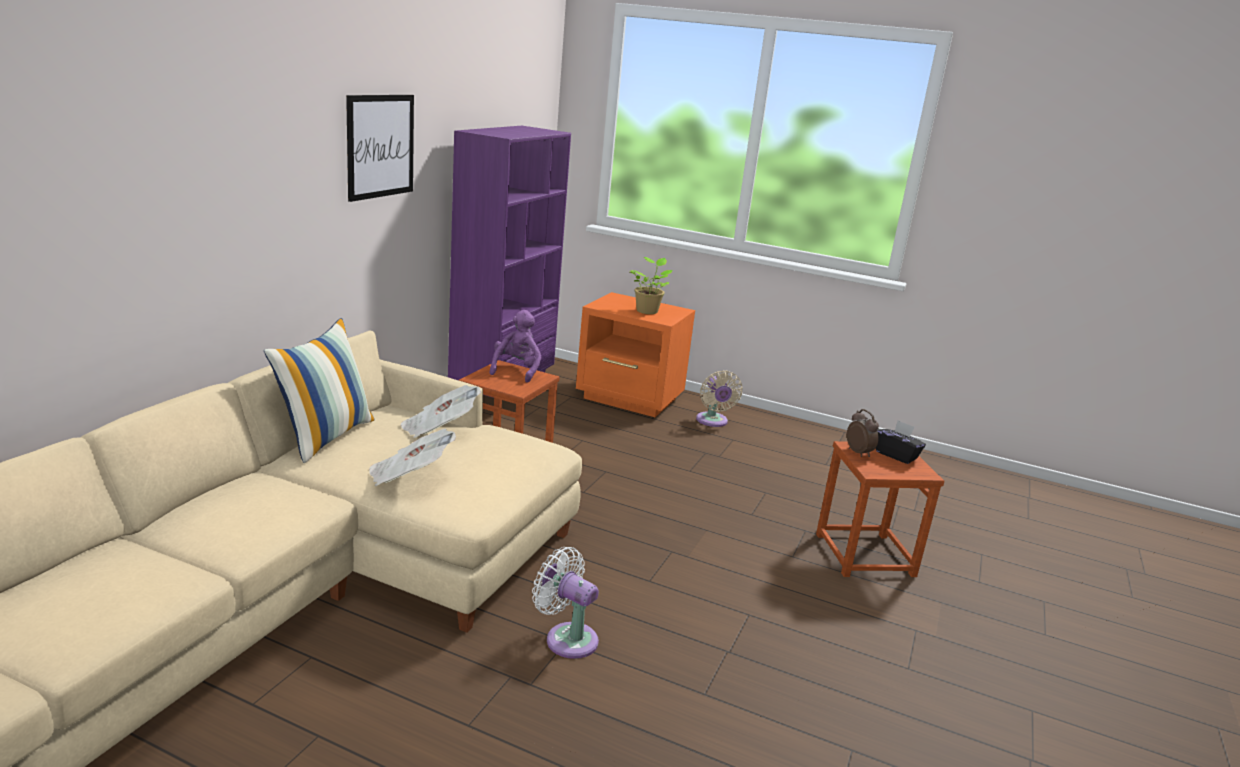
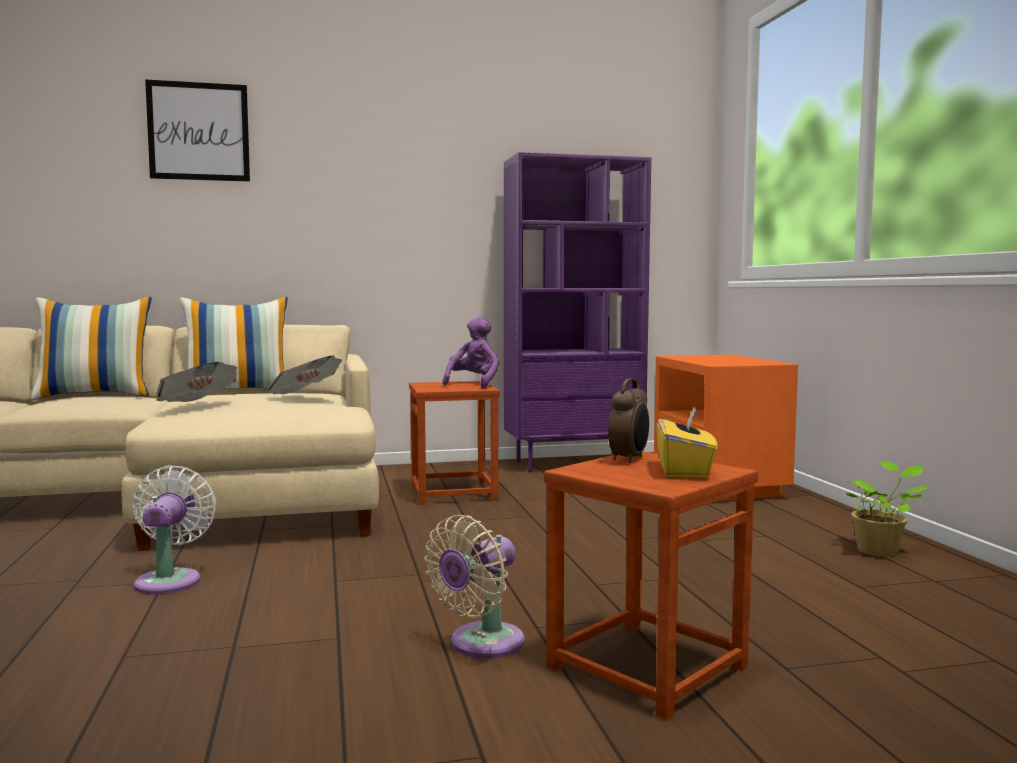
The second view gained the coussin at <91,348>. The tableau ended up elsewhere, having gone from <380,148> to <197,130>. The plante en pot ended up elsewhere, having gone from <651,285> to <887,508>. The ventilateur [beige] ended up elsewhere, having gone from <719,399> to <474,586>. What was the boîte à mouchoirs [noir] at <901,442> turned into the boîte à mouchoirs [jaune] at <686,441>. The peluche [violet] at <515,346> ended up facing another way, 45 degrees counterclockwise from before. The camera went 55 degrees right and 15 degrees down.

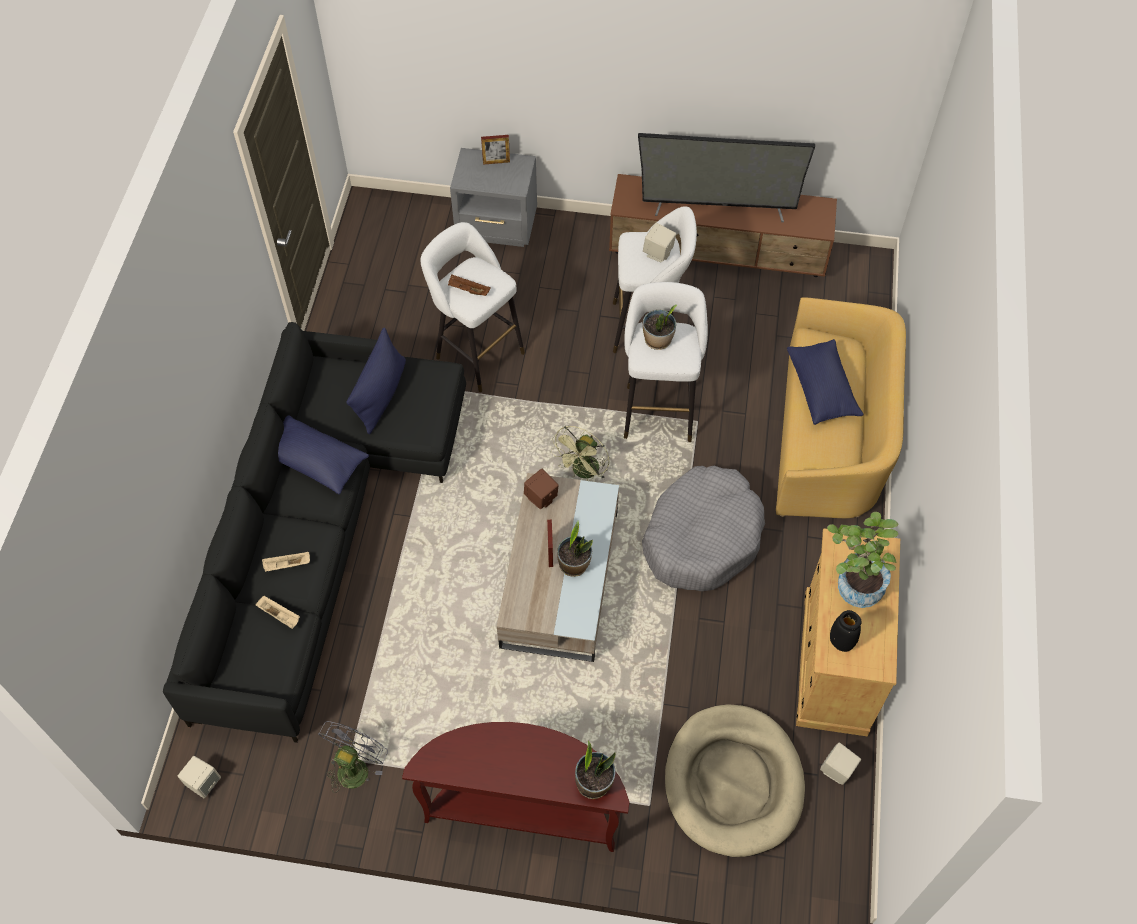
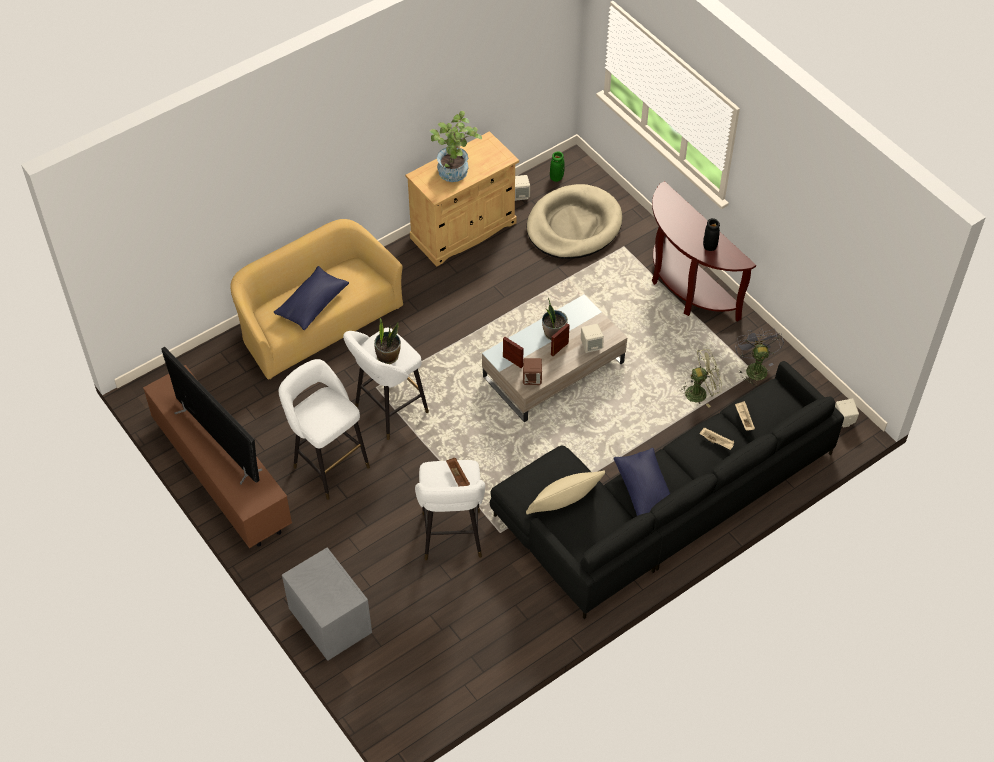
The second view lost the plante en pot at <595,770>. The second view lost the panier pour chien [gris] at <703,528>. The second view gained the vase [vert] at <557,167>. The cadre photo ended up elsewhere, having gone from <495,150> to <513,352>. The ventilateur [vert] ended up elsewhere, having gone from <580,453> to <701,378>. The enceinte [beige] ended up elsewhere, having gone from <659,243> to <592,338>. The vase [noir] ended up elsewhere, having gone from <845,631> to <711,234>. What was the coussin [bleu] at <376,381> turned into the coussin [beige] at <565,493>. The ventilateur [gris] at <353,757> ended up facing another way, 105 degrees clockwise from before. The camera went 135 degrees left and 5 degrees down.

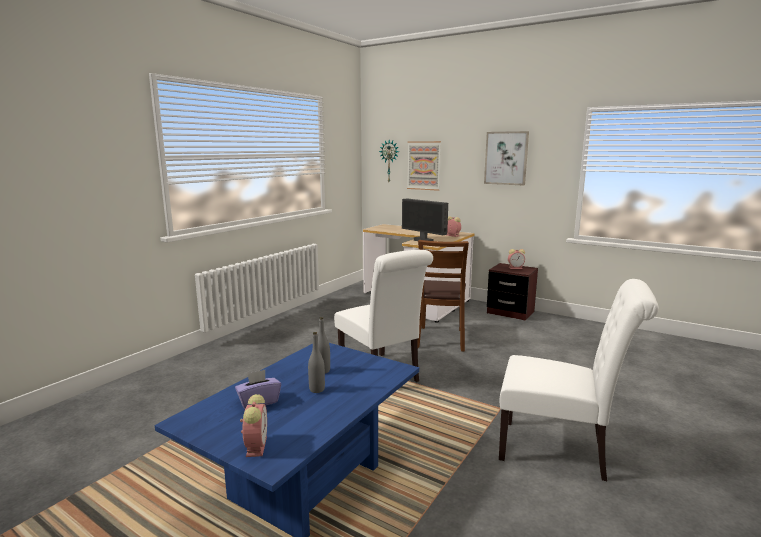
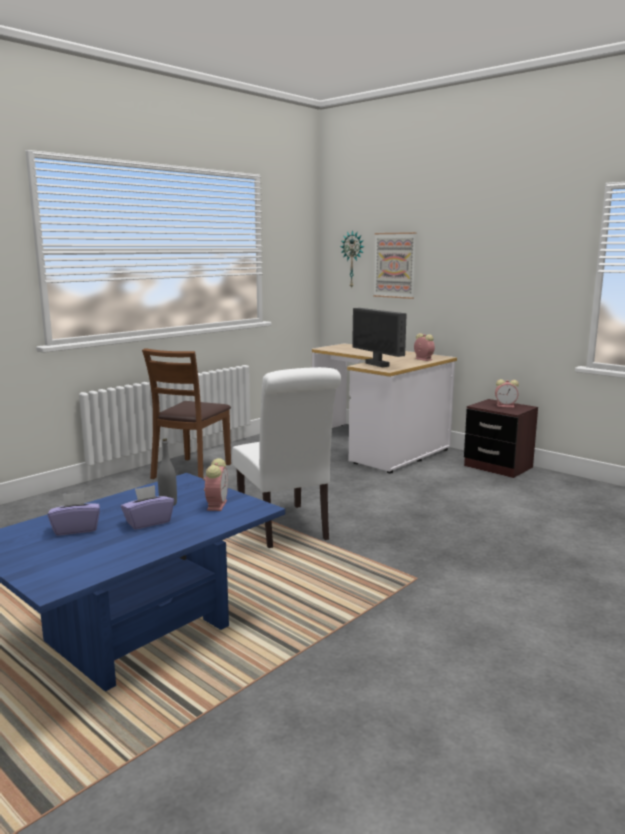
The second view lost the tableau at <506,158>. The second view lost the chaise [blanc] at <579,380>. The réveil ended up elsewhere, having gone from <253,425> to <215,484>. The chaise [marron] ended up elsewhere, having gone from <443,295> to <186,413>. Where the bouteille [gris] stood at <316,362>, the boîte à mouchoirs [violet] came to stand at <147,507>. The camera went 10 degrees right and 0 degrees up.

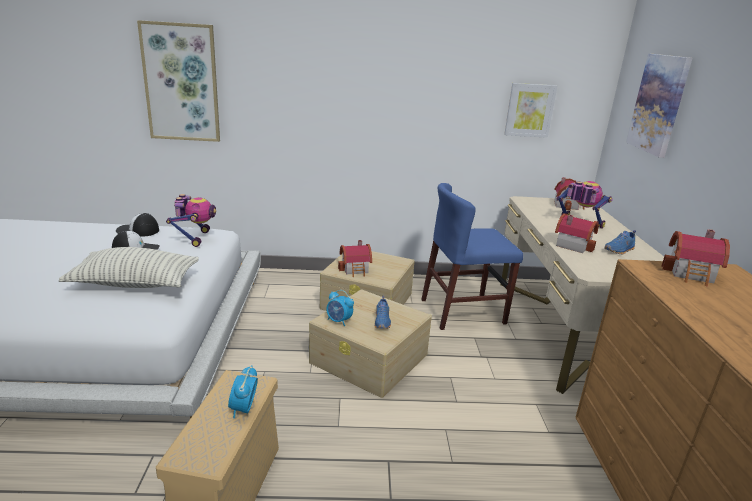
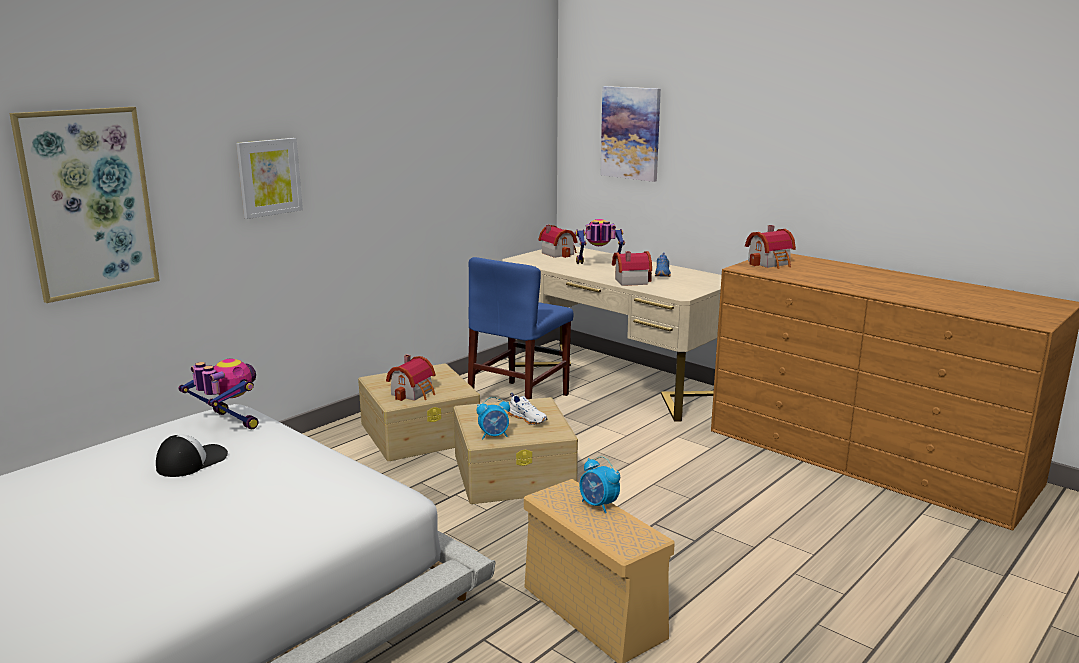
The second view lost the coussin at <129,267>. The second view lost the casquette at <137,225>. The tableau ended up elsewhere, having gone from <530,110> to <269,178>. What was the chaussure [bleu] at <382,312> turned into the chaussure [blanc] at <527,409>. The camera went 45 degrees left and 5 degrees down.

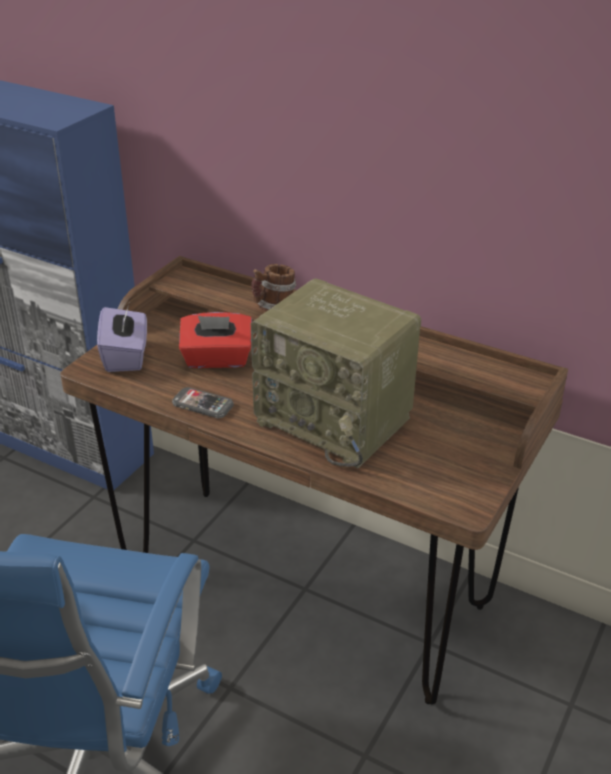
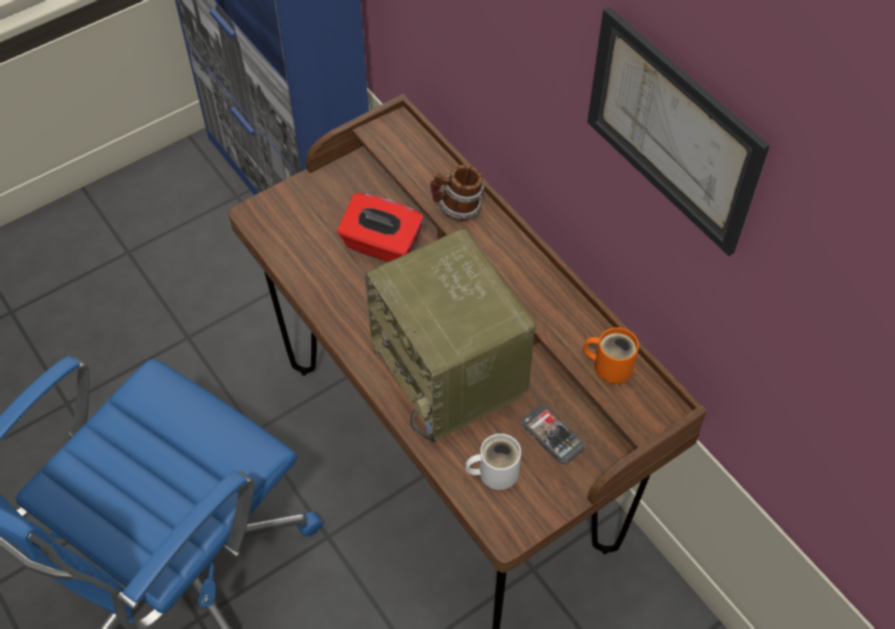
The second view lost the boîte à mouchoirs [violet] at <122,338>. The second view gained the mug [blanc] at <493,462>. The second view gained the mug [orange] at <611,355>. The second view gained the tableau at <678,131>. The téléphone ended up elsewhere, having gone from <203,402> to <553,434>. The camera went 25 degrees right and 20 degrees up.

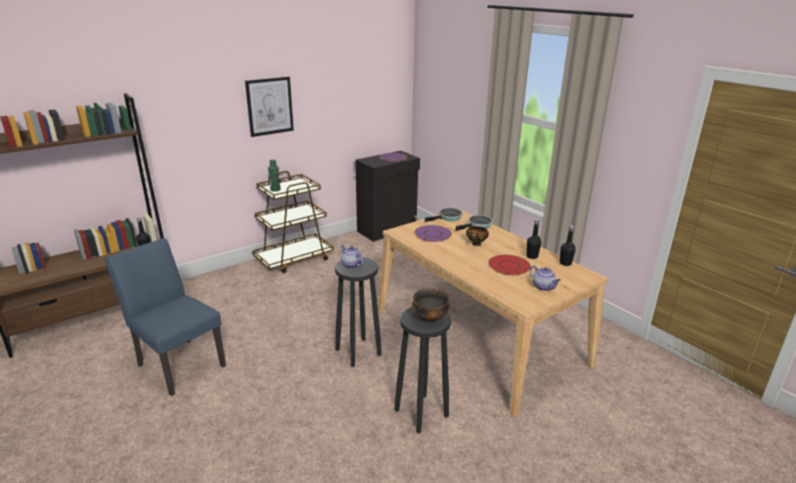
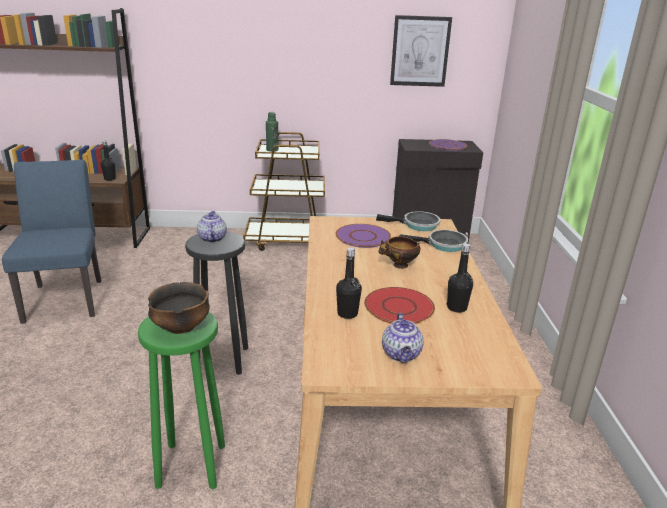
The tableau ended up elsewhere, having gone from <269,106> to <421,51>. The bouteille [noir] ended up elsewhere, having gone from <568,245> to <349,283>. What was the tabouret [noir] at <423,370> turned into the tabouret [vert] at <181,400>. The camera went 35 degrees right and 0 degrees up.

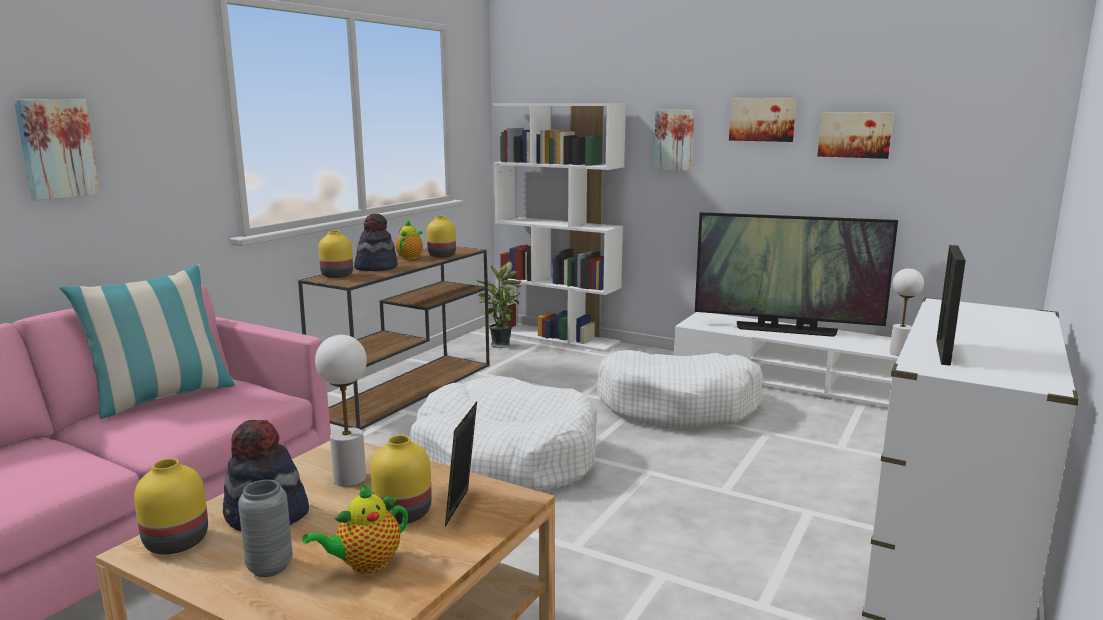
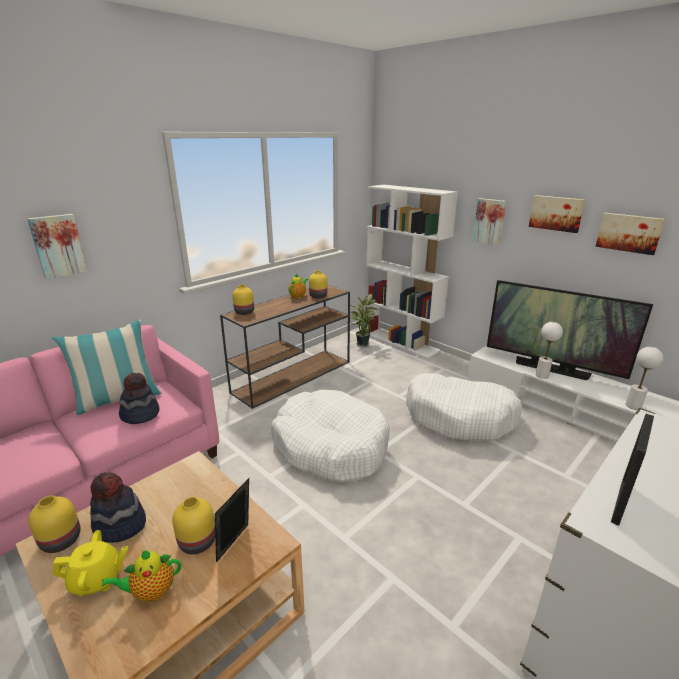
The lampe de table [blanc] ended up elsewhere, having gone from <341,410> to <549,350>. The chapeau ended up elsewhere, having gone from <376,242> to <139,398>. Where the vase [gris] stood at <265,528>, the théière [jaune] came to stand at <90,563>. The camera went 15 degrees right and 10 degrees up.

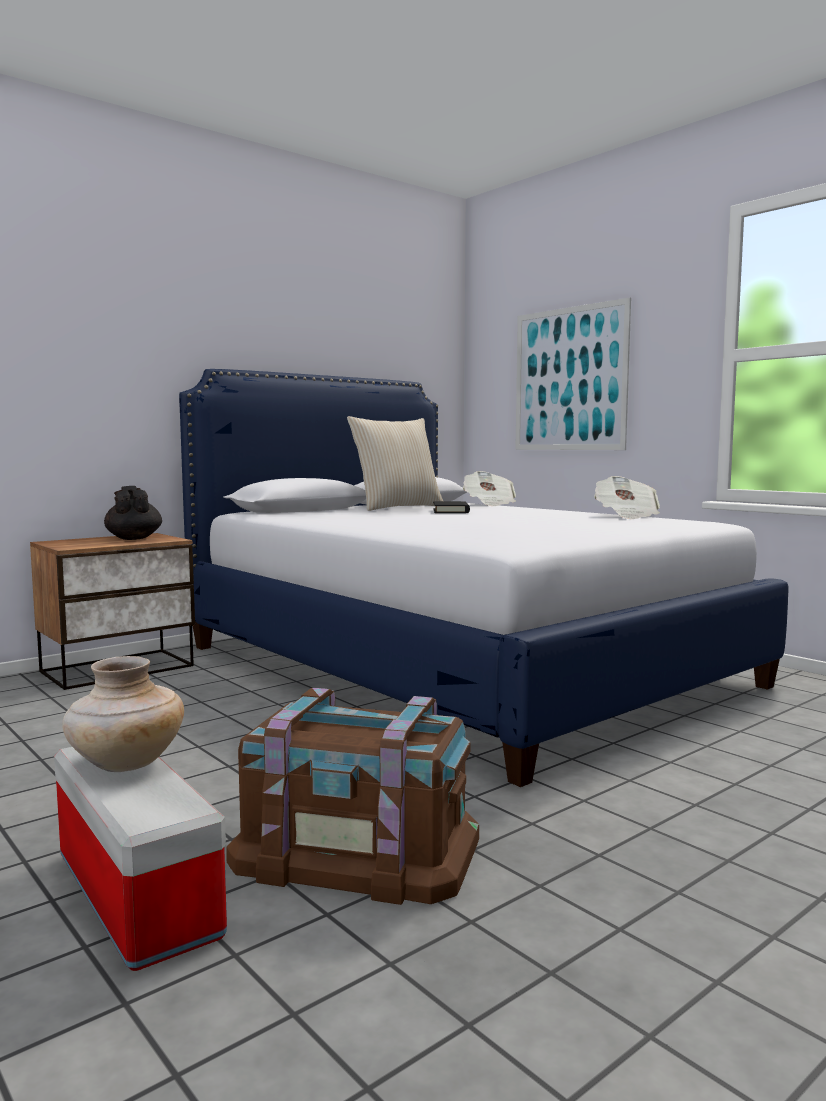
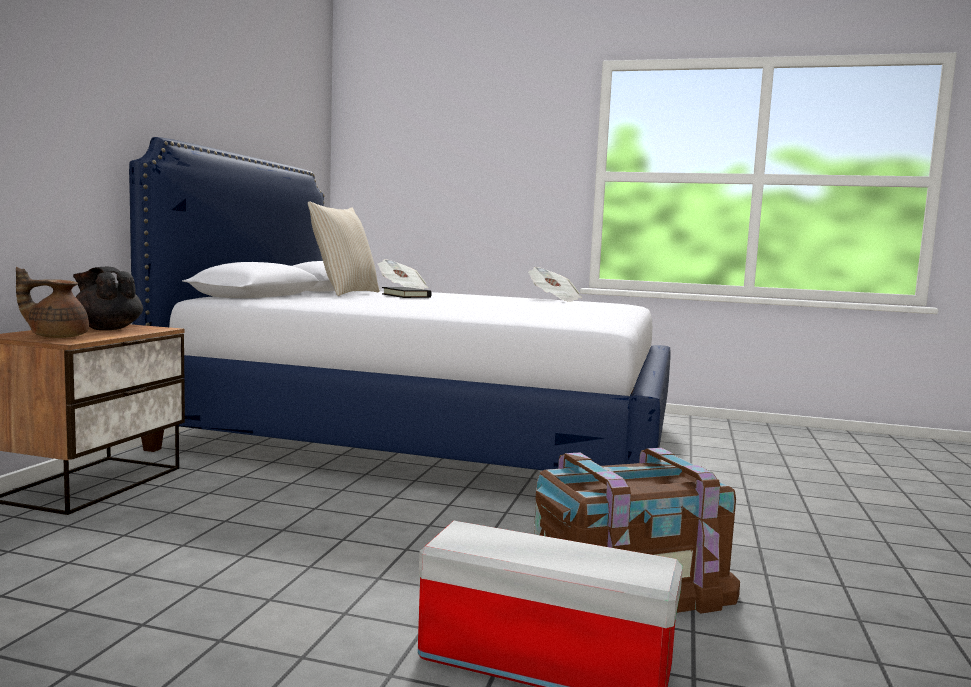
The second view lost the vase [beige] at <123,714>. The second view lost the tableau at <573,373>. The second view gained the théière [marron] at <52,302>. The camera went 35 degrees left and 0 degrees up.

